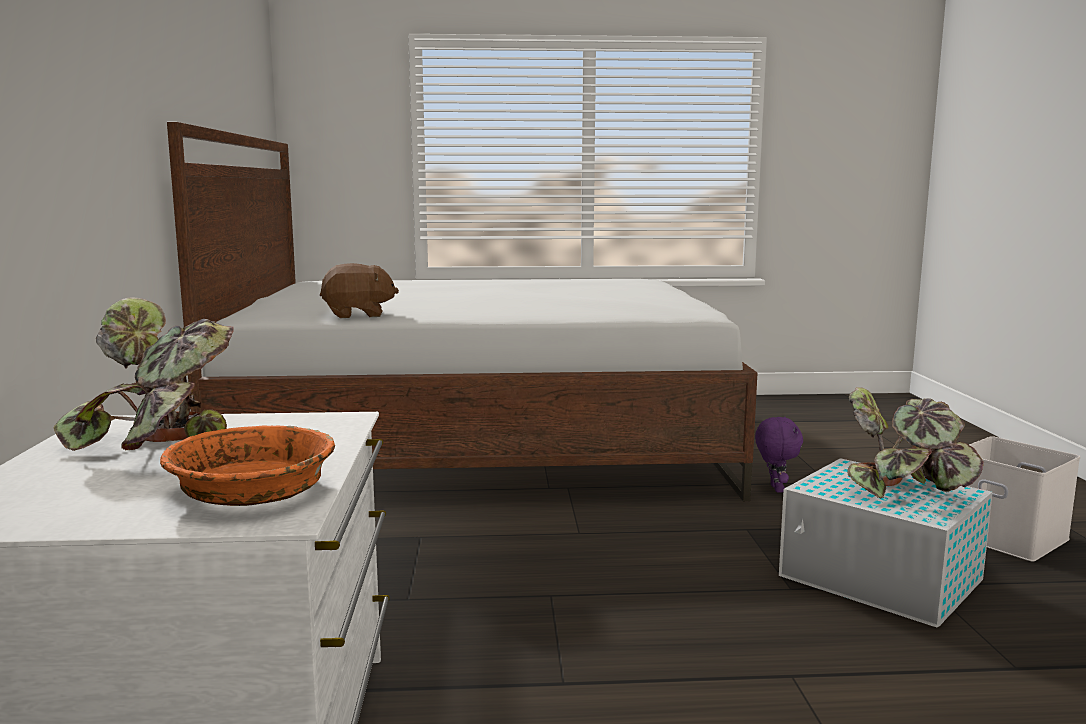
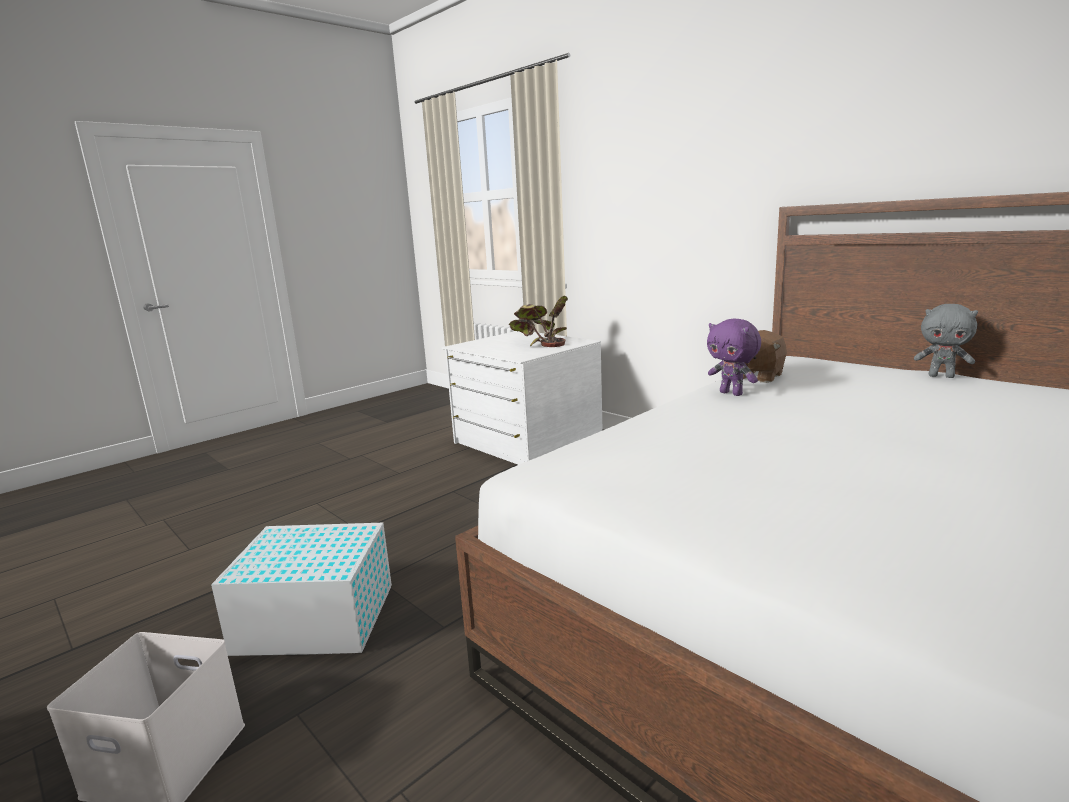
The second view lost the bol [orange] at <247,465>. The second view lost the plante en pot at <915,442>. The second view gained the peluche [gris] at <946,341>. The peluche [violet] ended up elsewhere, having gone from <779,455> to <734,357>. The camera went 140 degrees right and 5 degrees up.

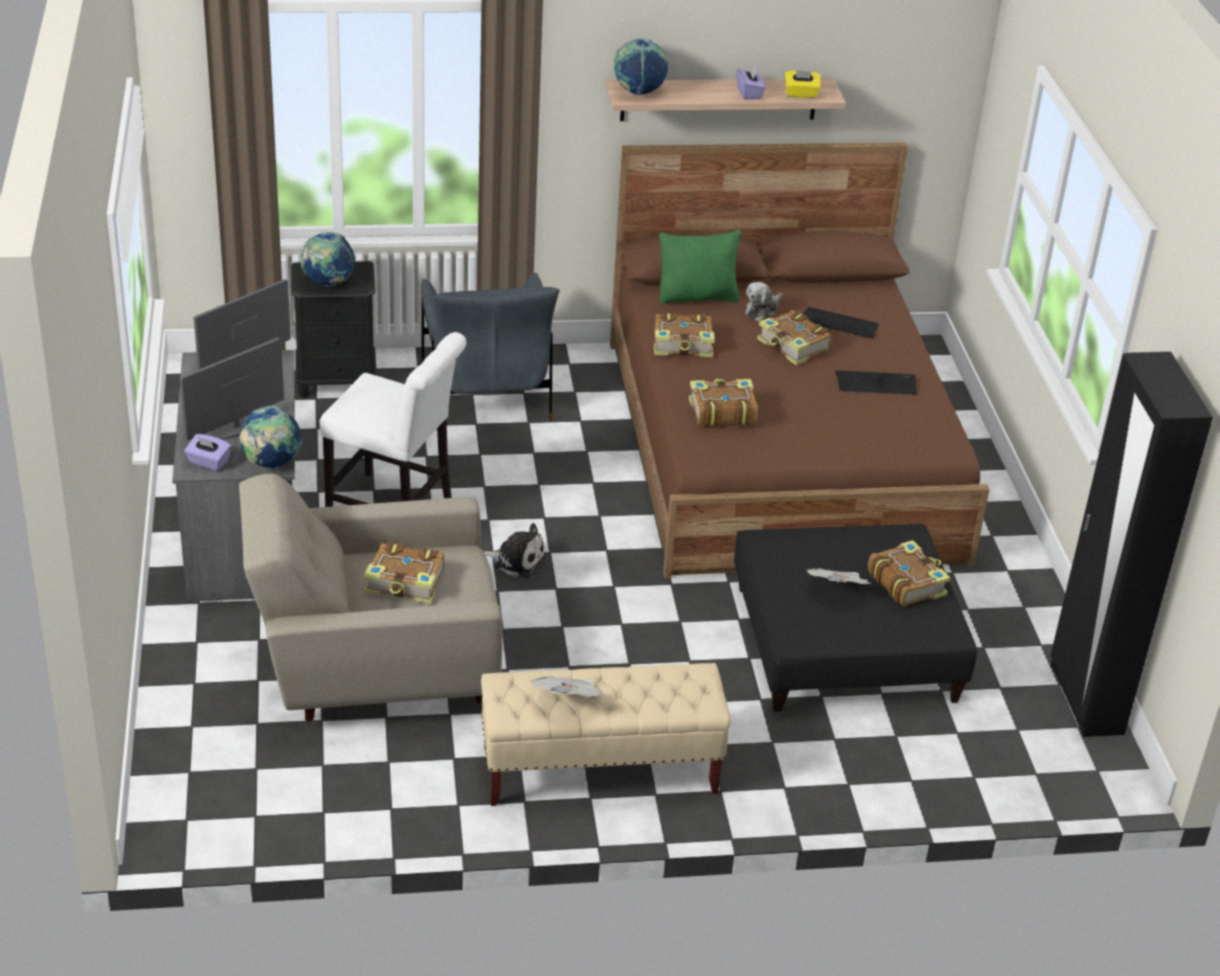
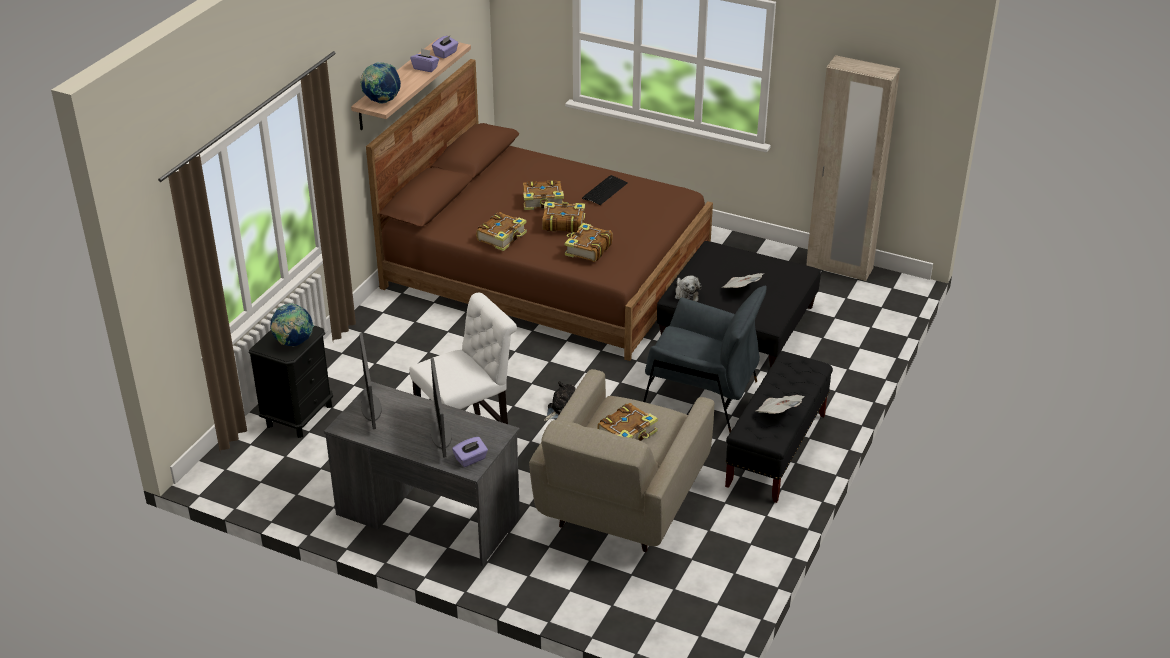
The second view lost the globe at <270,437>. The second view lost the coussin [vert] at <700,266>. The second view lost the clavier at <841,322>. The fauteuil [gris] ended up elsewhere, having gone from <490,351> to <705,359>. The peluche ended up elsewhere, having gone from <764,302> to <688,289>. The livre ended up elsewhere, having gone from <909,573> to <563,217>. What was the banc [beige] at <605,734> turned into the banc [noir] at <779,427>. What was the boîte à mouchoirs [jaune] at <802,84> turned into the boîte à mouchoirs [violet] at <445,47>. What was the armoire [noir] at <1131,544> turned into the armoire [beige] at <853,168>. The camera went 55 degrees left and 0 degrees up.

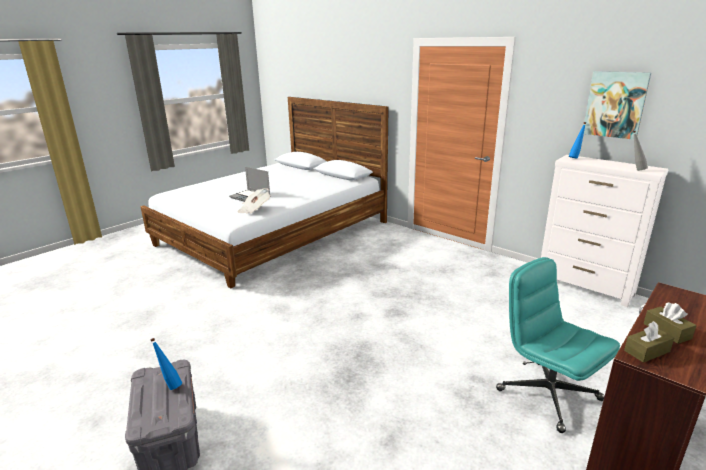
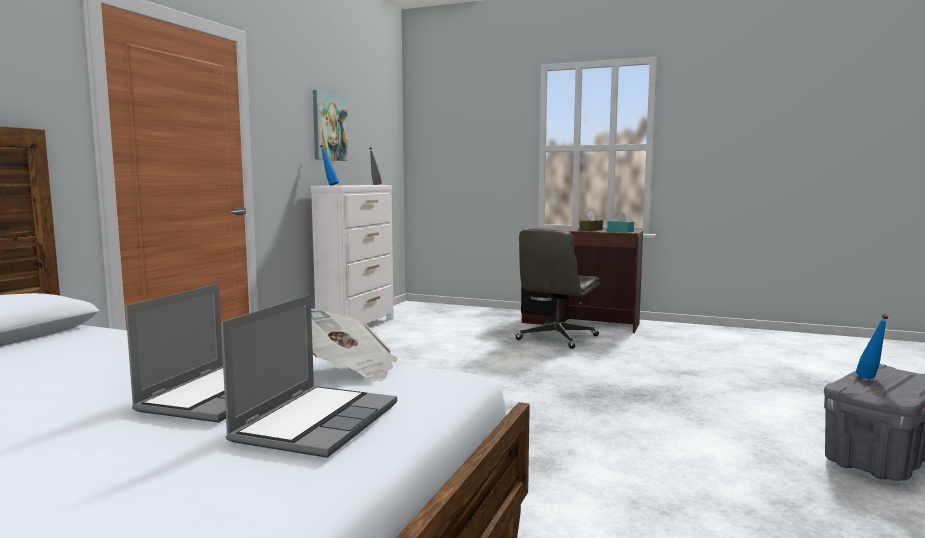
The second view gained the ordinateur portable at <309,376>. What was the chaise de bureau [turquoise] at <558,345> turned into the chaise de bureau [gris] at <558,289>. What was the boîte à mouchoirs [marron] at <649,342> turned into the boîte à mouchoirs [turquoise] at <620,222>. The camera went 110 degrees left and 15 degrees down.

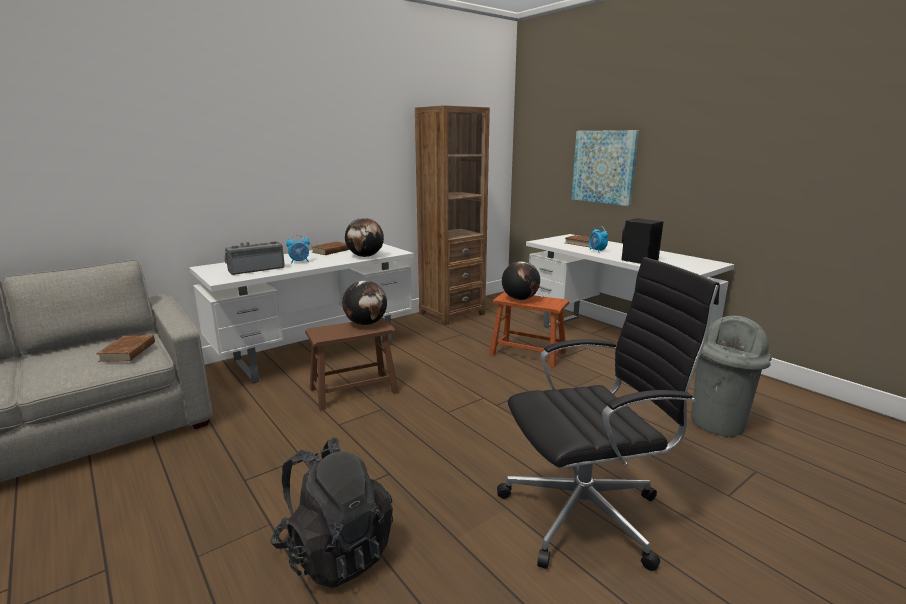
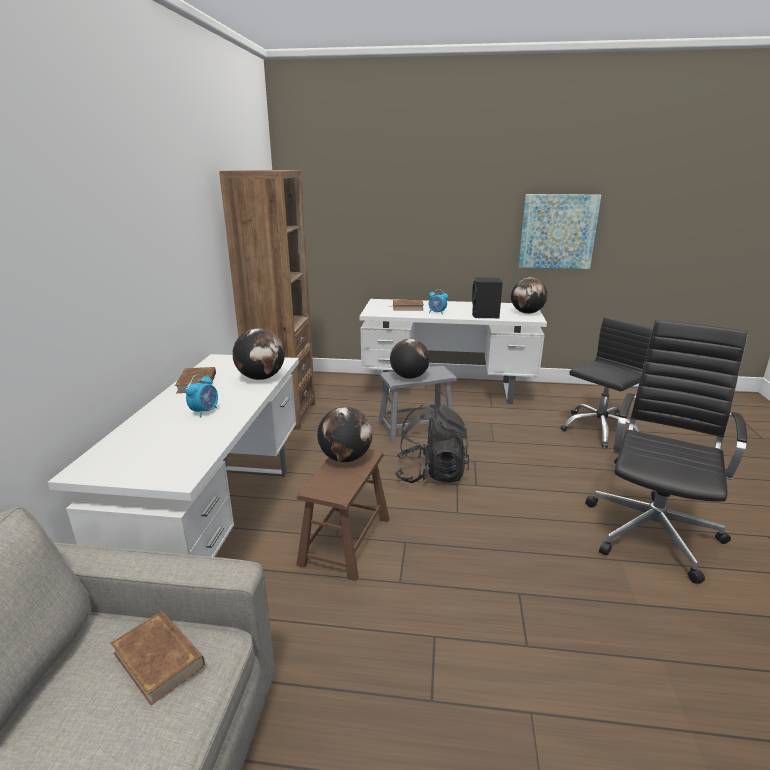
The second view lost the radio at <255,258>. The second view gained the globe at <529,295>. The sac à dos [noir] ended up elsewhere, having gone from <331,512> to <432,444>. The tableau ended up elsewhere, having gone from <605,168> to <559,231>. Where the poubelle [gris] stood at <731,376>, the chaise de bureau [noir] came to stand at <606,382>. What was the tabouret [marron] at <529,330> turned into the tabouret [gris] at <417,404>. The camera went 45 degrees left and 5 degrees up.

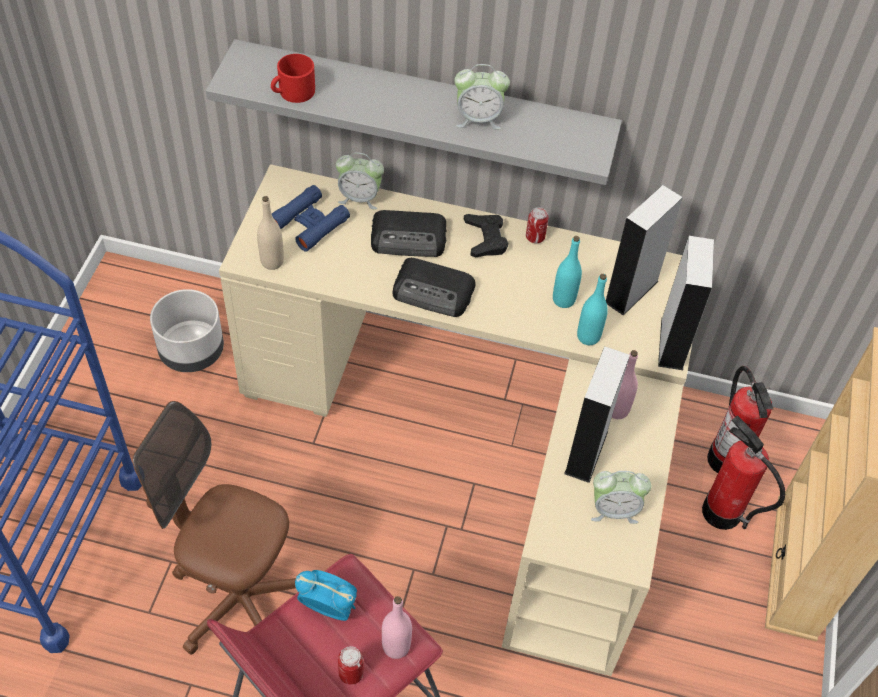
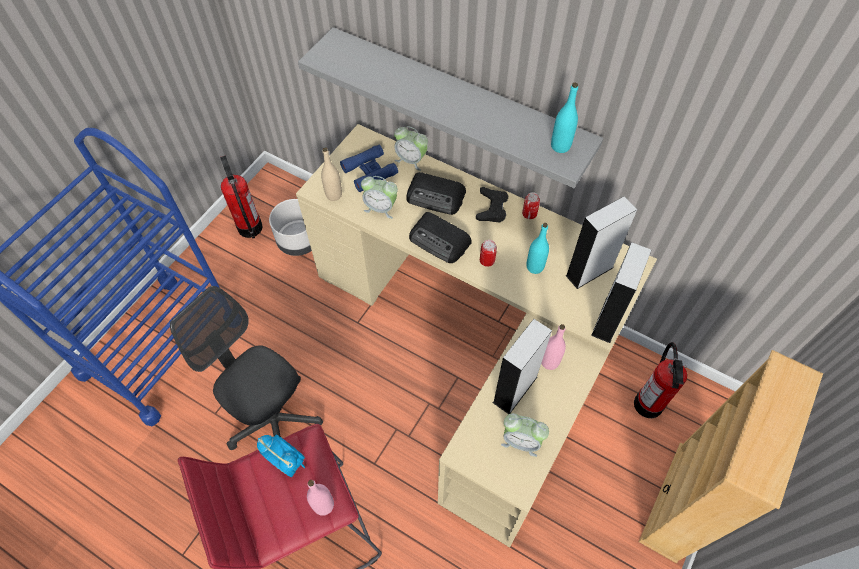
The second view lost the mug [rouge] at <293,78>. The boîte métallique ended up elsewhere, having gone from <351,665> to <488,253>. The réveil ended up elsewhere, having gone from <482,96> to <379,197>. The bouteille [turquoise] ended up elsewhere, having gone from <592,309> to <564,118>. The extincteur ended up elsewhere, having gone from <743,472> to <241,197>. What was the chaise de bureau [marron] at <214,528> turned into the chaise de bureau [gris] at <246,368>. The camera went 20 degrees right and 5 degrees up.

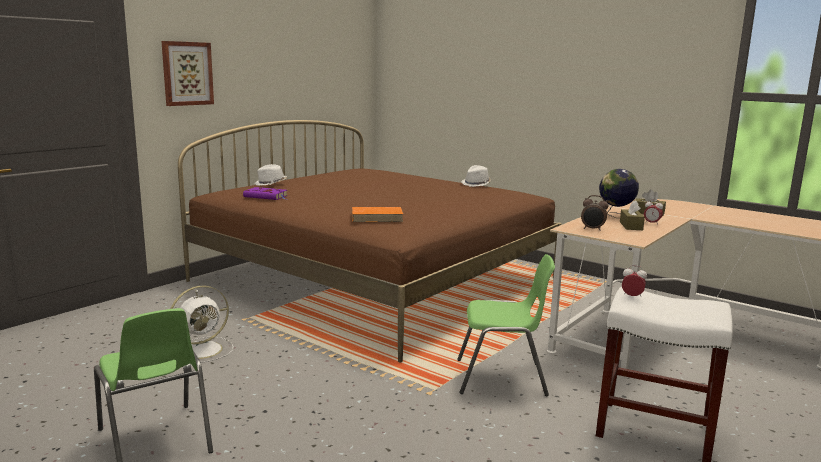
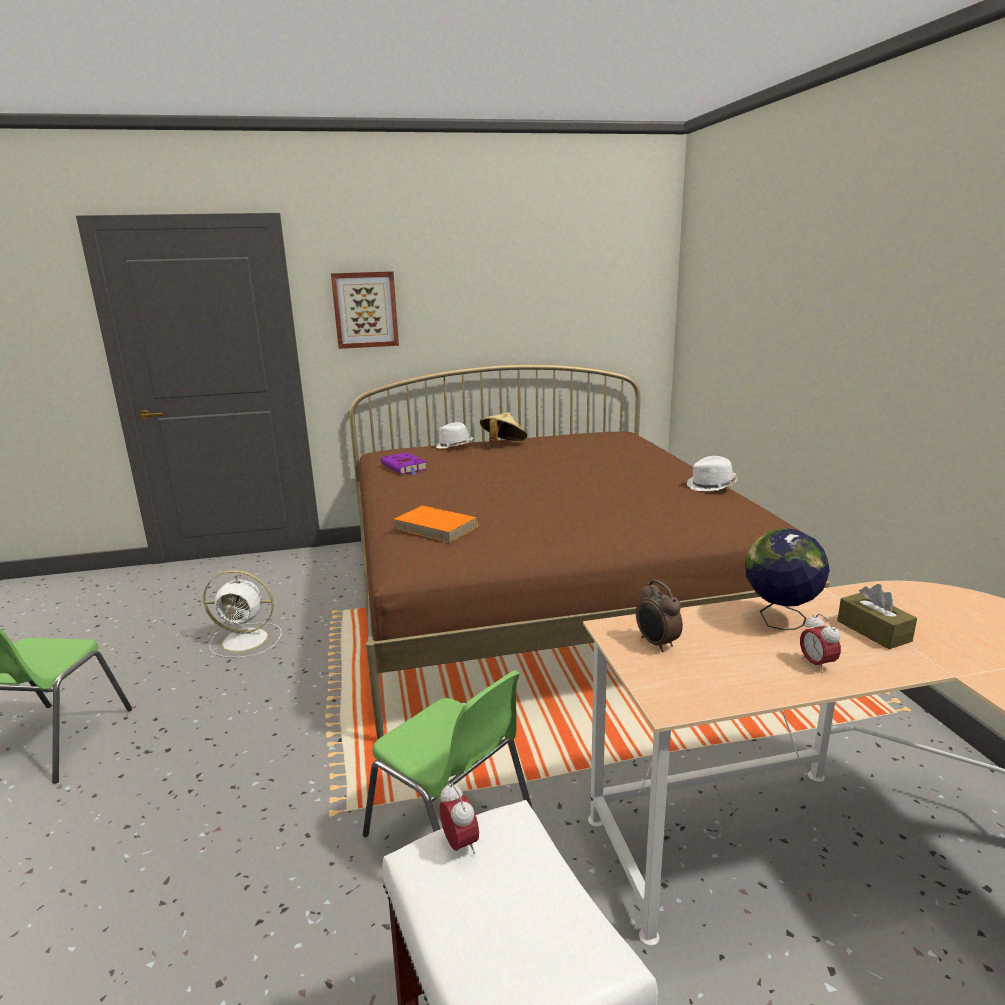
The second view lost the boîte à mouchoirs [marron] at <632,215>. The second view gained the chapeau [beige] at <503,427>. The camera went 40 degrees right and 5 degrees up.

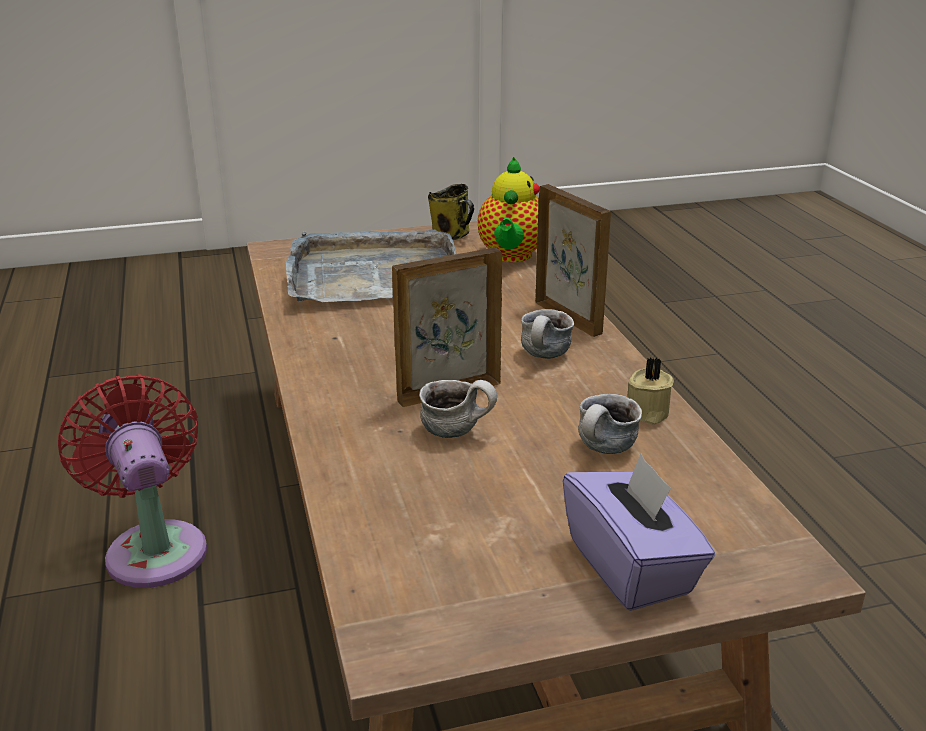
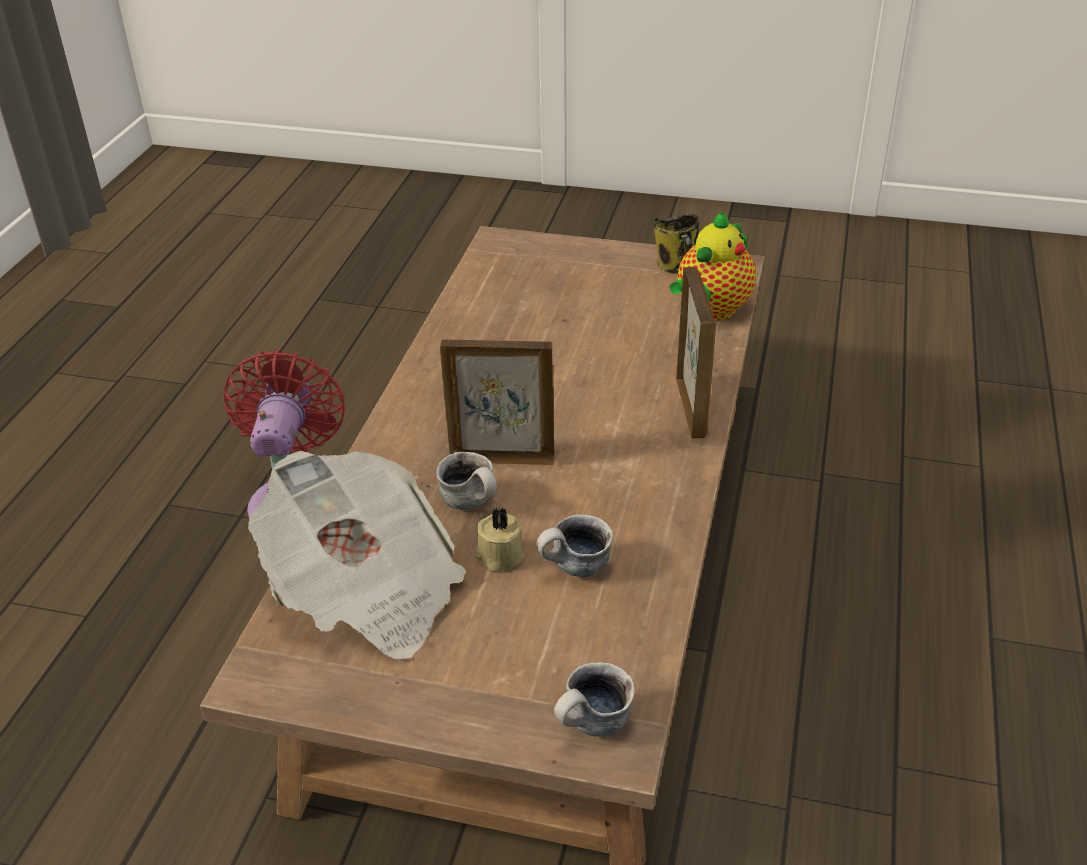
The second view lost the plateau [gris] at <371,265>. The second view lost the boîte à mouchoirs [violet] at <639,532>. The second view gained the journal at <357,555>. The mug ended up elsewhere, having gone from <547,334> to <594,699>. The bougie [beige] ended up elsewhere, having gone from <650,390> to <499,539>. The camera went 30 degrees right and 10 degrees up.

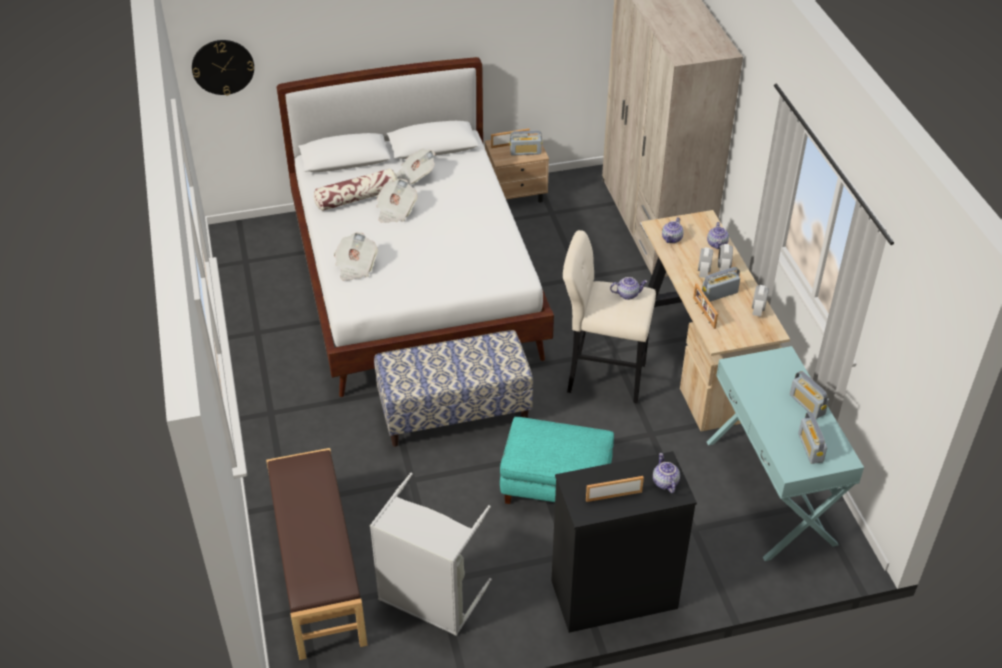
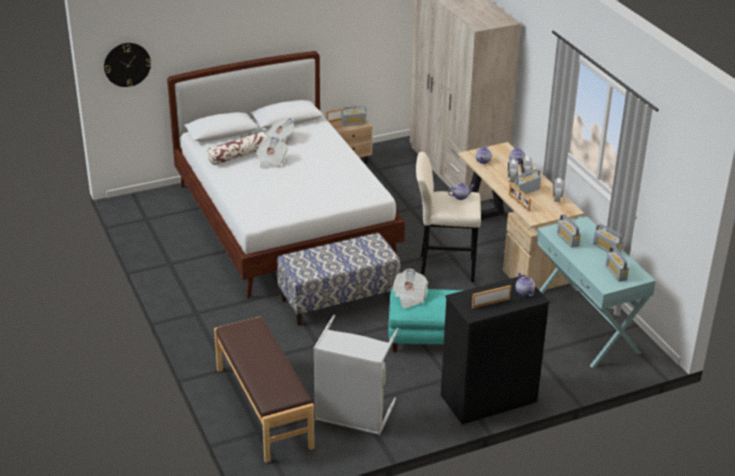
The second view gained the radio at <569,231>. The journal ended up elsewhere, having gone from <356,256> to <410,288>. The camera went 10 degrees left and 10 degrees down.

